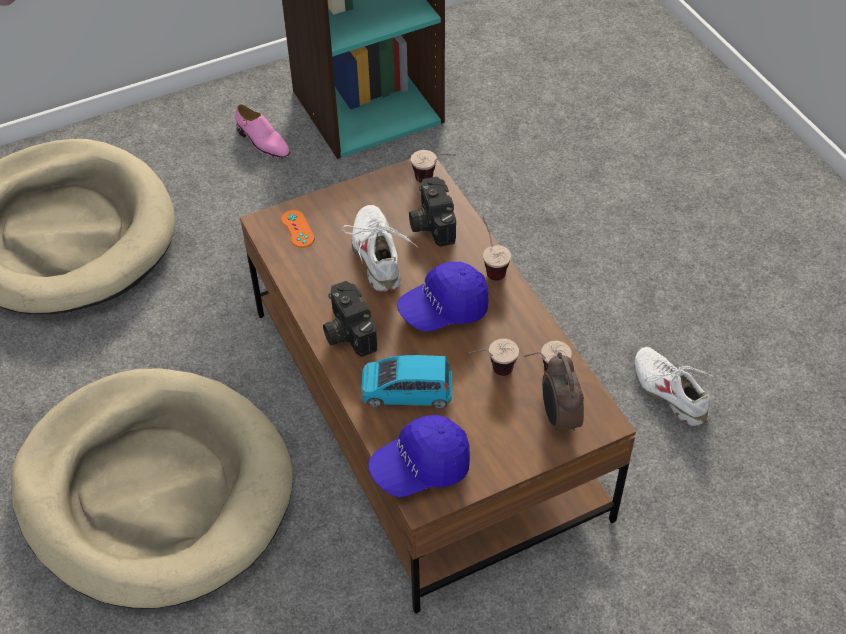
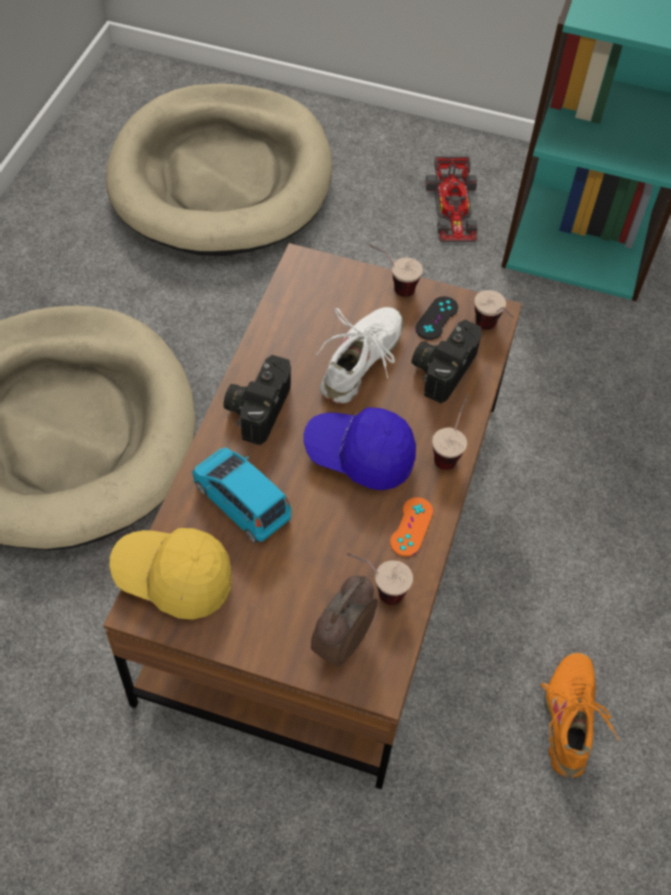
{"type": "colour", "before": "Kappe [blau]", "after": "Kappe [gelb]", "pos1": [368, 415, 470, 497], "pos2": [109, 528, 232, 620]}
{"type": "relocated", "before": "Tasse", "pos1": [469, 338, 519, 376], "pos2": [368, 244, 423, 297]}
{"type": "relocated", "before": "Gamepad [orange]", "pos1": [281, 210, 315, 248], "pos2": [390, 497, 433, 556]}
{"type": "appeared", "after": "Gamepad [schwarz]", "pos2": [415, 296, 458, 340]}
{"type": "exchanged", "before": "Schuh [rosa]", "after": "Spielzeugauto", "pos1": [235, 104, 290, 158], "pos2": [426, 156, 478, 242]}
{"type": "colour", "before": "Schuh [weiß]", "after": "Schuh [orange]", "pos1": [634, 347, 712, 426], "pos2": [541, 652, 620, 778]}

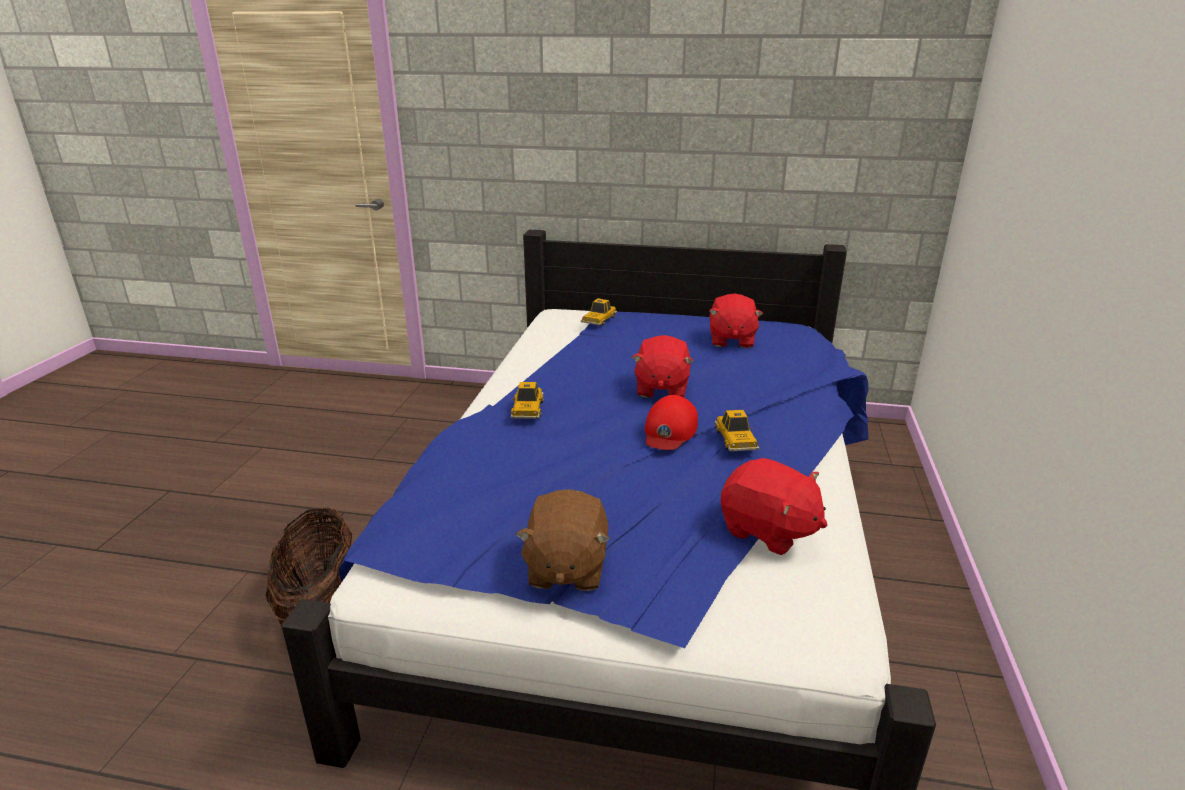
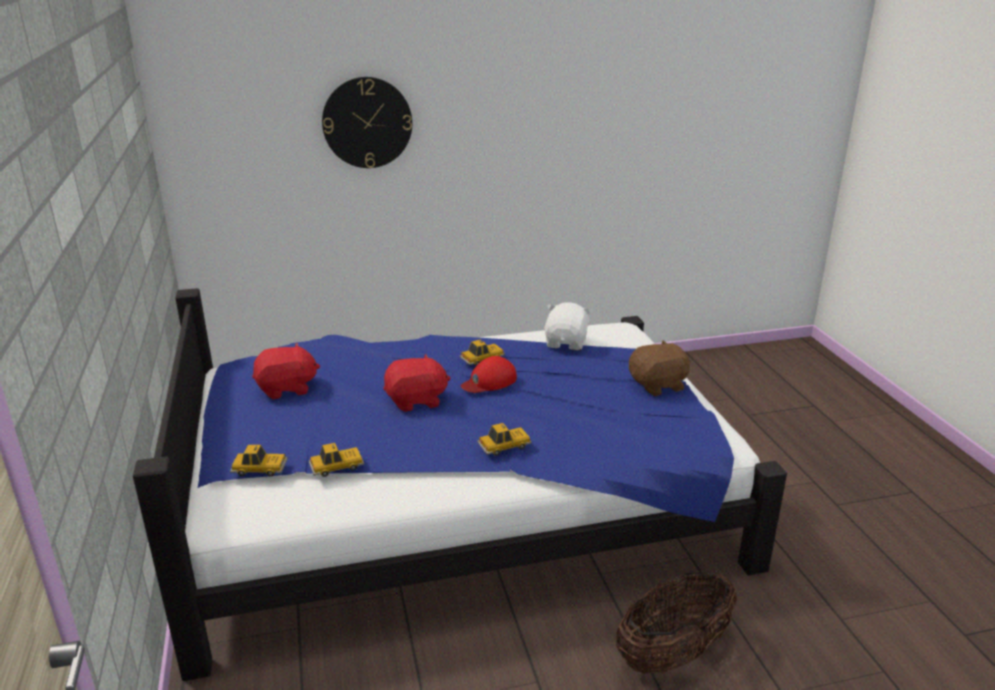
{"type": "appeared", "after": "Spielzeugauto", "pos2": [309, 443, 364, 477]}
{"type": "appeared", "after": "Wanduhr", "pos2": [322, 77, 412, 168]}
{"type": "spun", "before": "Kappe [rot]", "pos1": [645, 395, 698, 450], "pos2": [460, 356, 517, 393], "turn": 150}
{"type": "colour", "before": "Plüschtier [rot]", "after": "Plüschtier [weiß]", "pos1": [721, 458, 827, 555], "pos2": [544, 302, 592, 350]}

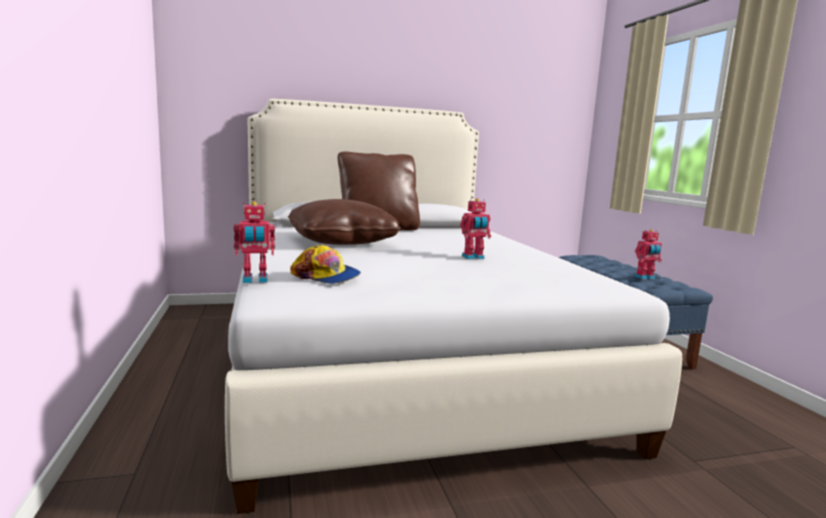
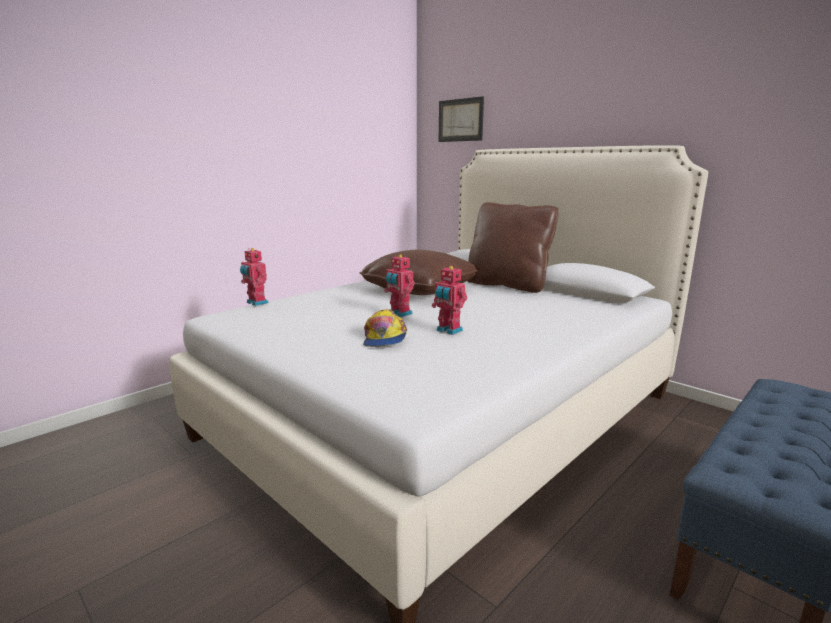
{"type": "relocated", "before": "Kappe", "pos1": [290, 245, 361, 284], "pos2": [363, 309, 407, 347]}
{"type": "relocated", "before": "Spielzeugroboter", "pos1": [634, 229, 662, 279], "pos2": [384, 254, 415, 317]}
{"type": "appeared", "after": "Bild", "pos2": [439, 96, 484, 142]}

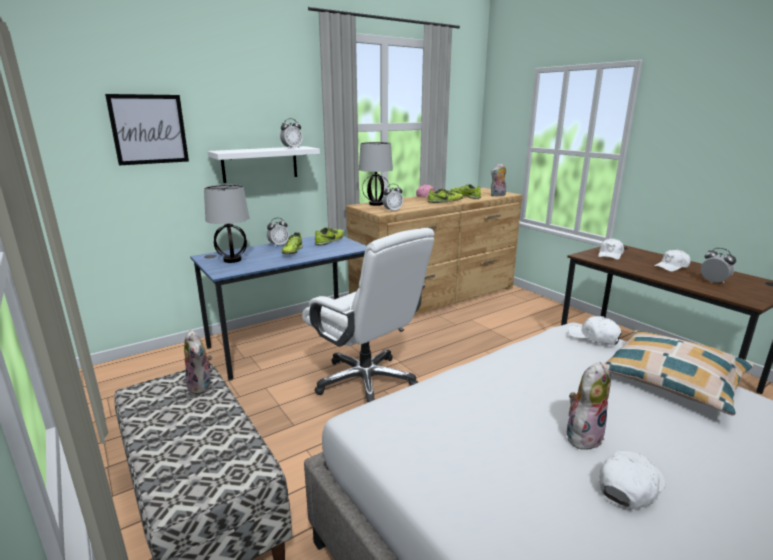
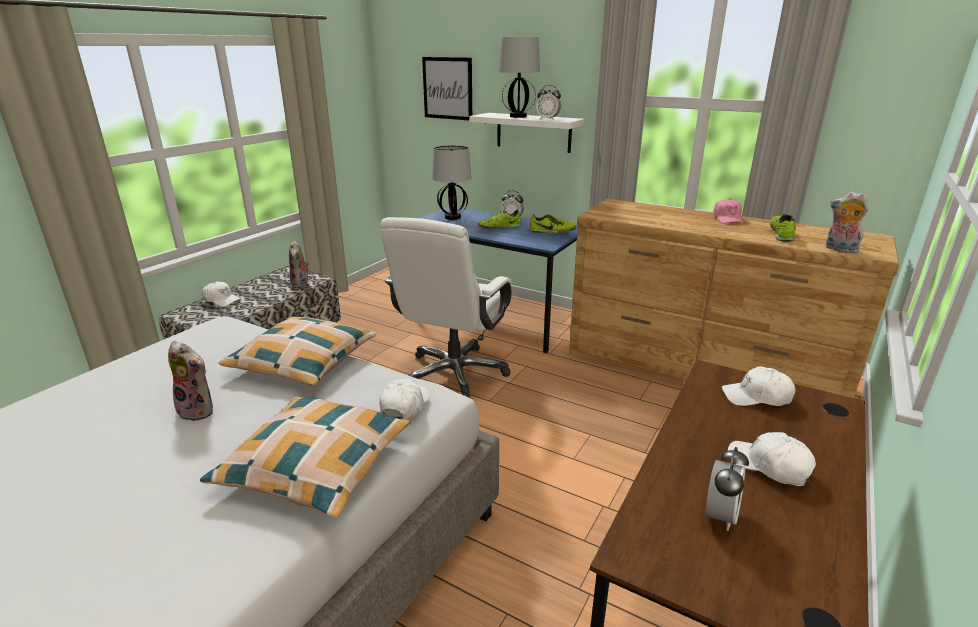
{"type": "relocated", "before": "Kappe [weiß]", "pos1": [599, 451, 666, 509], "pos2": [202, 282, 241, 307]}
{"type": "appeared", "after": "Kissen", "pos2": [219, 316, 377, 387]}
{"type": "spun", "before": "Plüschtier", "pos1": [184, 329, 212, 394], "pos2": [289, 240, 309, 288], "turn": -45}
{"type": "relocated", "before": "Tischlampe", "pos1": [359, 142, 393, 206], "pos2": [498, 37, 540, 118]}
{"type": "missing", "before": "Wecker", "pos1": [382, 184, 403, 212]}
{"type": "missing", "before": "Schuh", "pos1": [428, 188, 463, 203]}

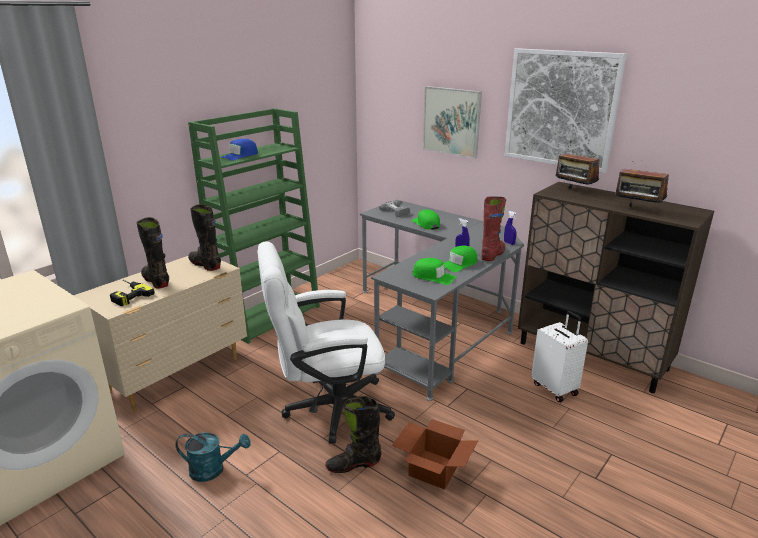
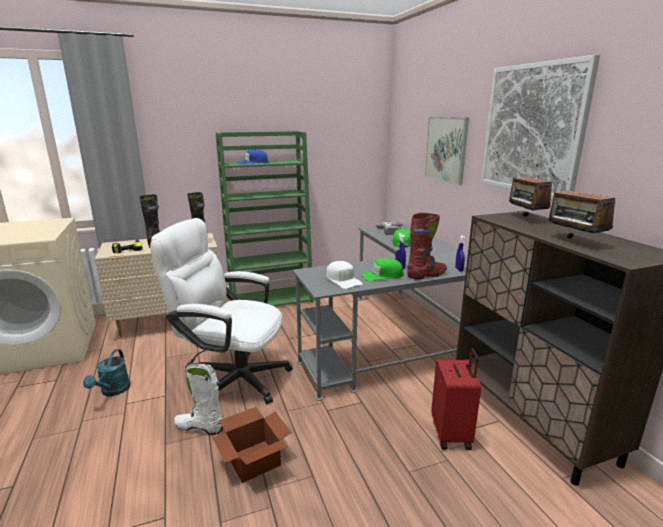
{"type": "spun", "before": "Gießkanne [türkis]", "pos1": [176, 432, 251, 482], "pos2": [83, 349, 130, 396], "turn": 60}
{"type": "colour", "before": "Stiefel [schwarz]", "after": "Stiefel [weiß]", "pos1": [325, 396, 382, 473], "pos2": [174, 363, 223, 435]}
{"type": "colour", "before": "Kappe [grün]", "after": "Kappe [weiß]", "pos1": [412, 258, 456, 285], "pos2": [326, 261, 363, 289]}
{"type": "colour", "before": "Koffer [weiß]", "after": "Koffer [rot]", "pos1": [531, 311, 588, 402], "pos2": [431, 348, 481, 450]}

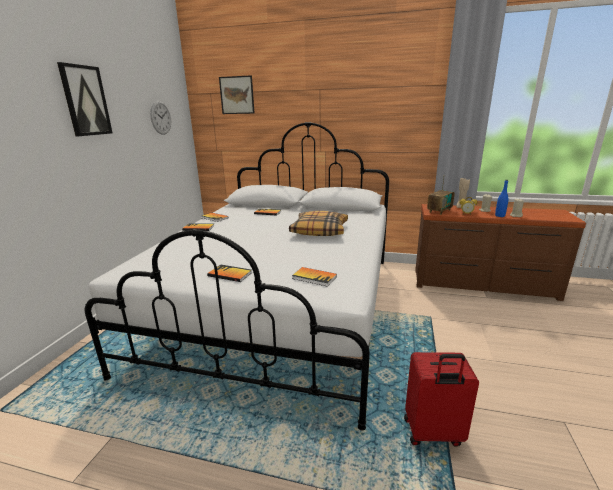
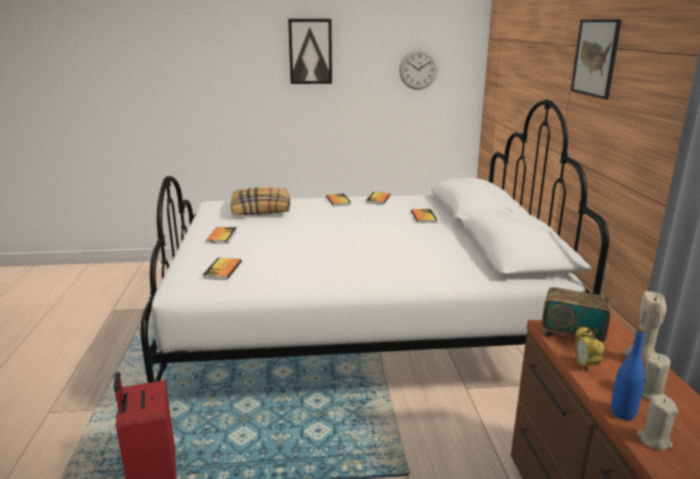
{"type": "relocated", "before": "Kissen", "pos1": [289, 211, 348, 236], "pos2": [231, 187, 290, 215]}
{"type": "relocated", "before": "Bild", "pos1": [219, 75, 255, 114], "pos2": [571, 19, 622, 99]}

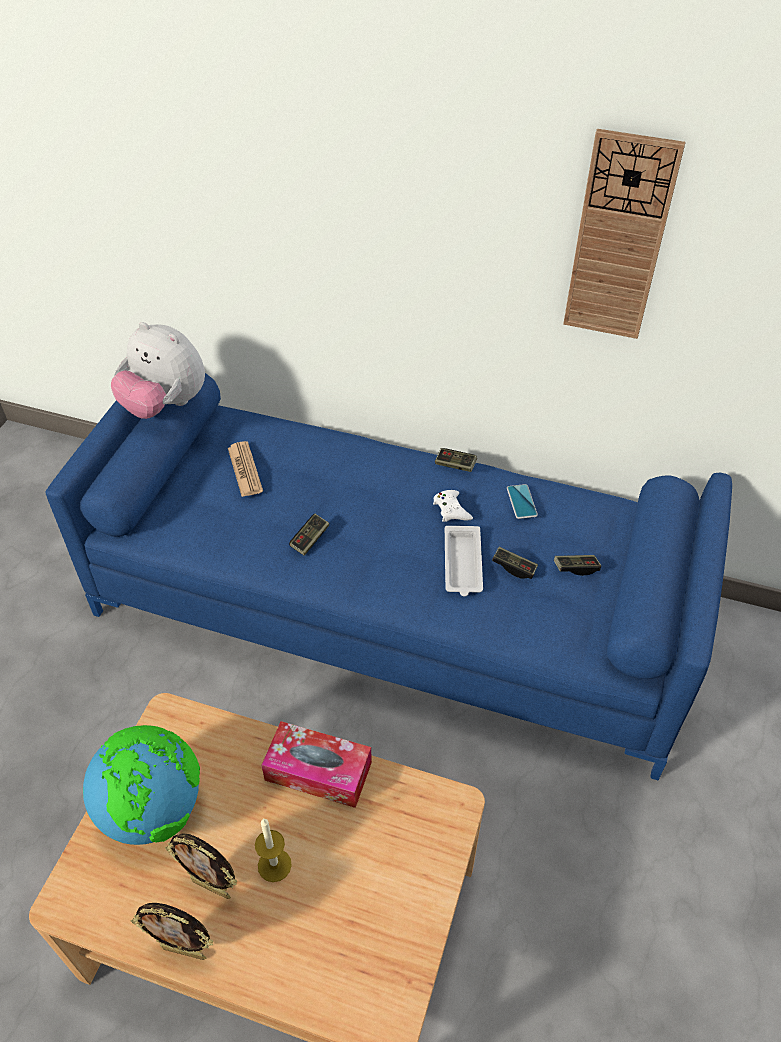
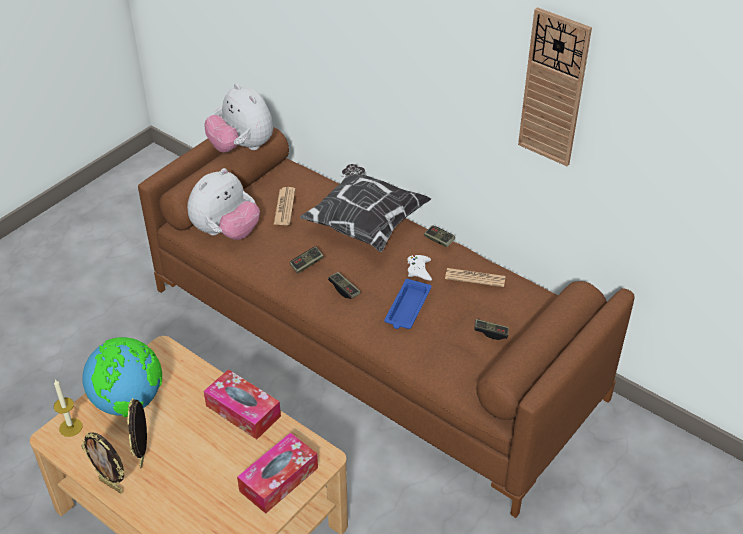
{"type": "relocated", "before": "Kerze", "pos1": [255, 818, 292, 882], "pos2": [54, 379, 82, 437]}
{"type": "spun", "before": "Bilderrahmen", "pos1": [165, 833, 237, 899], "pos2": [127, 398, 147, 469], "turn": 45}
{"type": "colour", "before": "Sofa [blau]", "after": "Sofa [braun]", "pos1": [46, 373, 732, 780], "pos2": [138, 127, 635, 518]}
{"type": "appeared", "after": "Plüschtier", "pos2": [187, 168, 260, 240]}
{"type": "appeared", "after": "Taschentuchbox", "pos2": [237, 432, 318, 514]}
{"type": "appeared", "after": "Kissen", "pos2": [300, 164, 431, 252]}
{"type": "relocated", "before": "Gamepad", "pos1": [492, 547, 538, 579], "pos2": [328, 272, 361, 299]}
{"type": "colour", "before": "Tablett [weiß]", "after": "Tablett [blau]", "pos1": [445, 526, 483, 597], "pos2": [384, 279, 431, 329]}
{"type": "exchanged", "before": "Handy", "after": "Zeitung", "pos1": [507, 484, 538, 519], "pos2": [445, 268, 506, 287]}

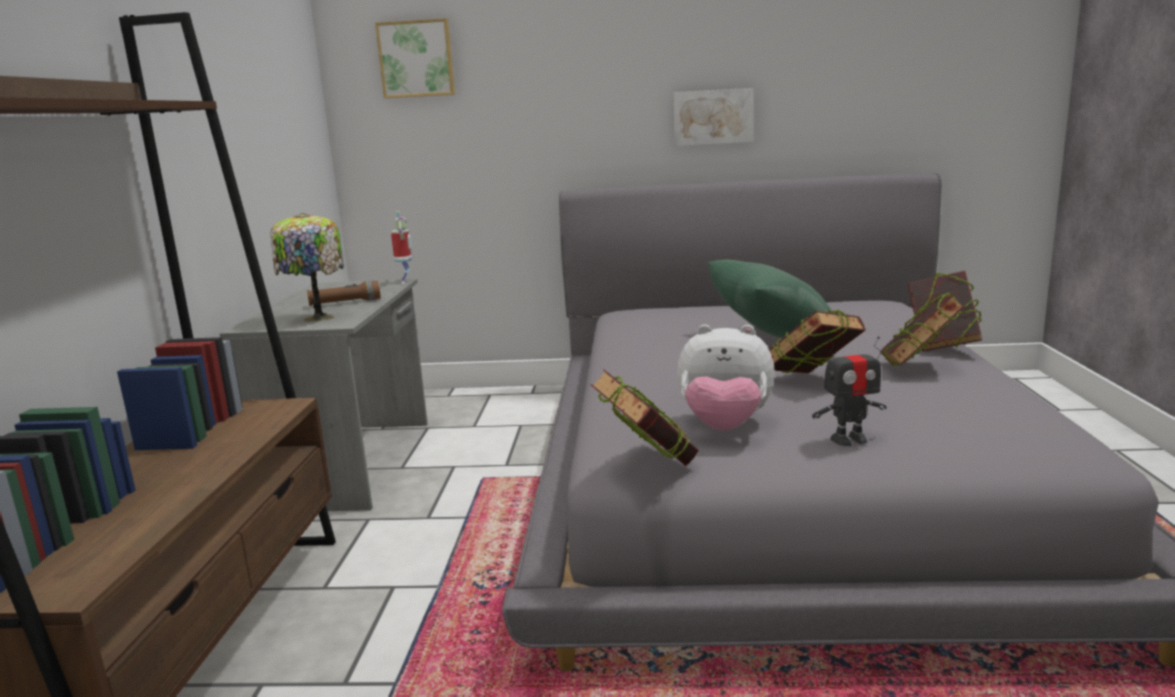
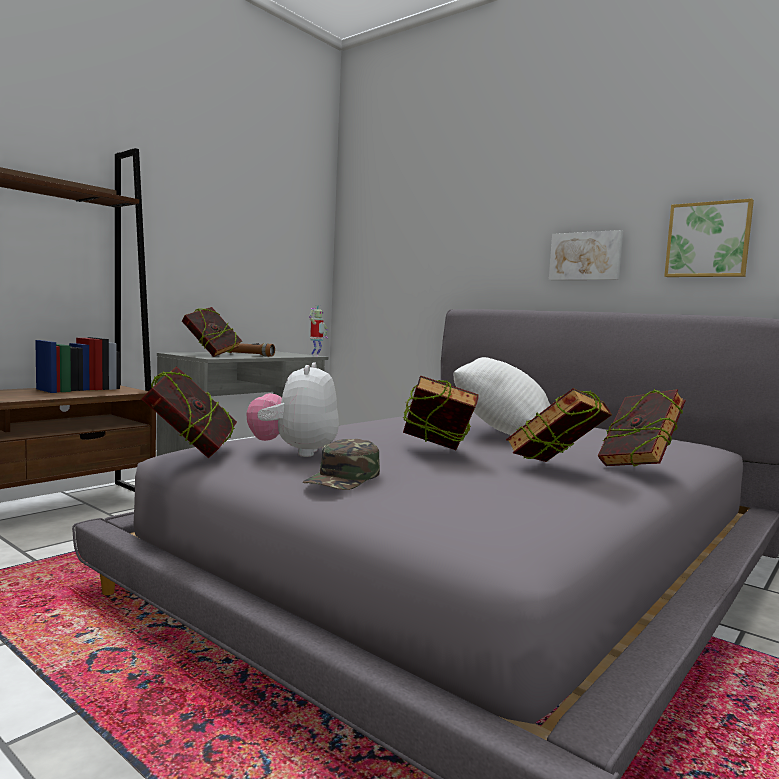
{"type": "exchanged", "before": "Tischlampe", "after": "Buch", "pos1": [270, 213, 344, 322], "pos2": [182, 307, 242, 357]}
{"type": "spun", "before": "Plüschtier", "pos1": [677, 325, 775, 431], "pos2": [247, 362, 339, 457], "turn": 45}
{"type": "exchanged", "before": "Spielzeugroboter", "after": "Kappe [grün]", "pos1": [812, 336, 887, 446], "pos2": [303, 439, 380, 490]}
{"type": "colour", "before": "Kissen [grün]", "after": "Kissen [weiß]", "pos1": [708, 260, 833, 338], "pos2": [454, 357, 550, 435]}
{"type": "relocated", "before": "Bild", "pos1": [375, 18, 455, 98], "pos2": [664, 199, 754, 277]}

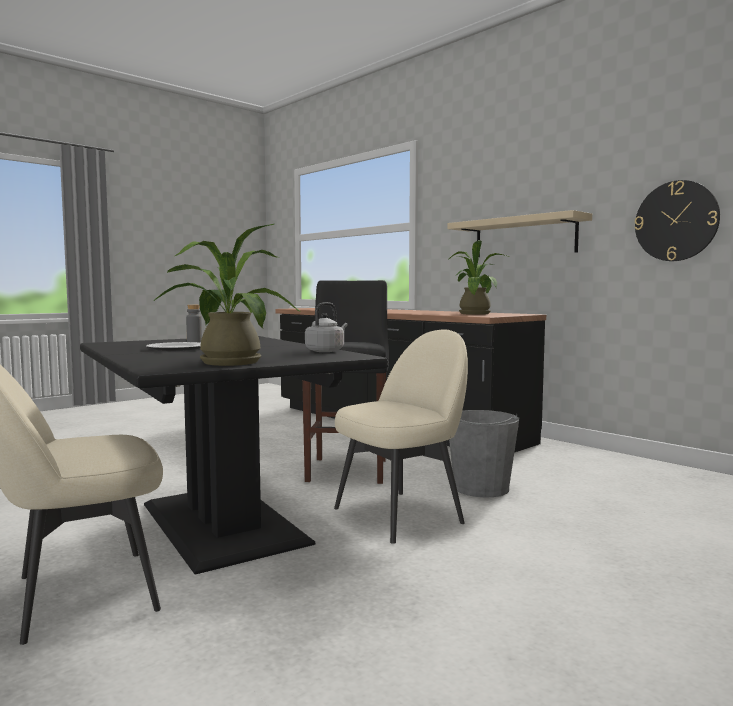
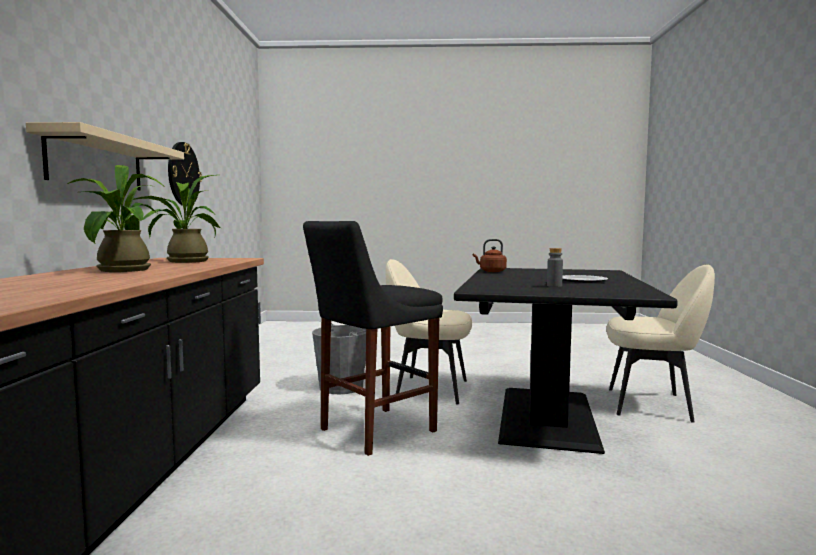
{"type": "relocated", "before": "Topfpflanze", "pos1": [154, 224, 301, 366], "pos2": [67, 165, 165, 272]}
{"type": "colour", "before": "Wasserkessel [grau]", "after": "Wasserkessel [braun]", "pos1": [305, 302, 348, 352], "pos2": [473, 239, 507, 272]}

